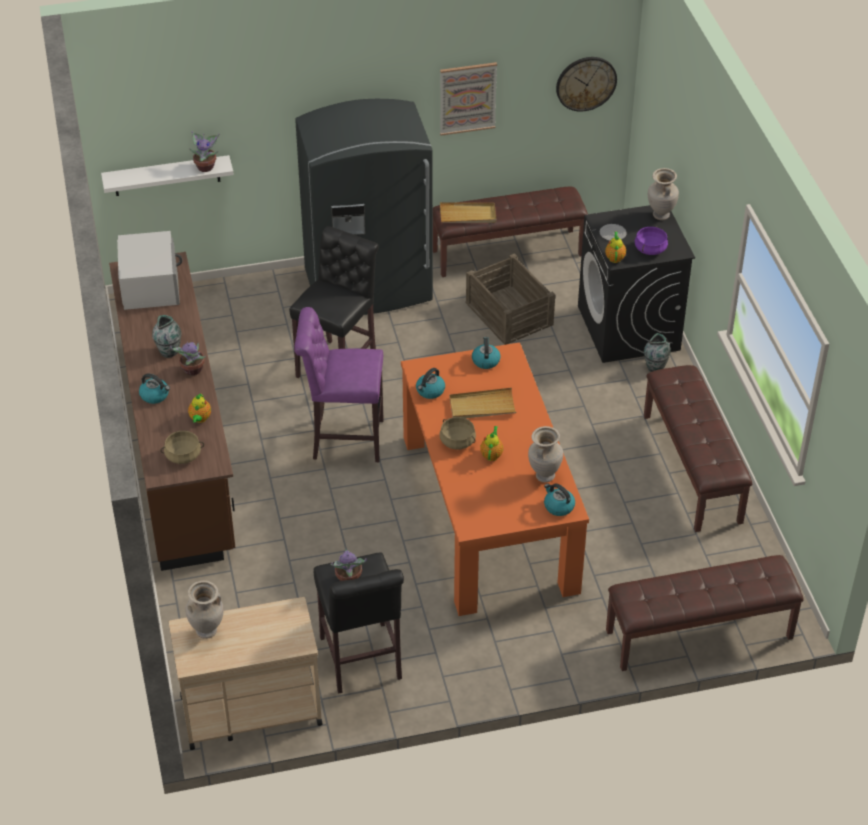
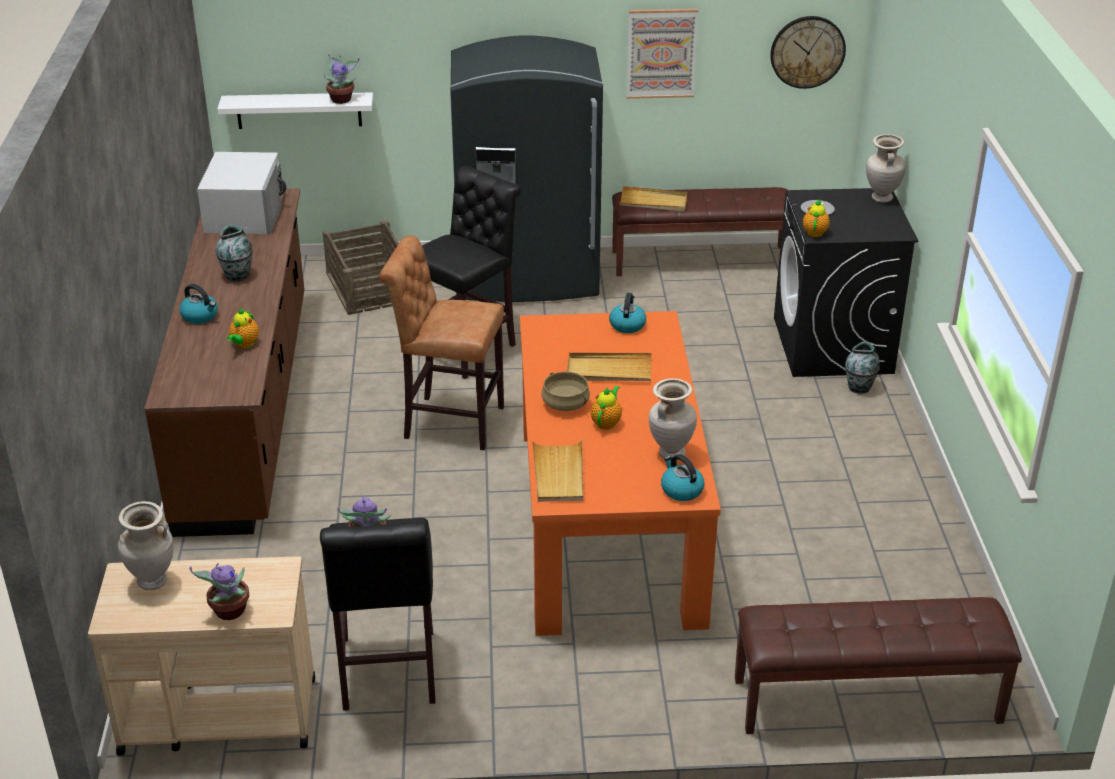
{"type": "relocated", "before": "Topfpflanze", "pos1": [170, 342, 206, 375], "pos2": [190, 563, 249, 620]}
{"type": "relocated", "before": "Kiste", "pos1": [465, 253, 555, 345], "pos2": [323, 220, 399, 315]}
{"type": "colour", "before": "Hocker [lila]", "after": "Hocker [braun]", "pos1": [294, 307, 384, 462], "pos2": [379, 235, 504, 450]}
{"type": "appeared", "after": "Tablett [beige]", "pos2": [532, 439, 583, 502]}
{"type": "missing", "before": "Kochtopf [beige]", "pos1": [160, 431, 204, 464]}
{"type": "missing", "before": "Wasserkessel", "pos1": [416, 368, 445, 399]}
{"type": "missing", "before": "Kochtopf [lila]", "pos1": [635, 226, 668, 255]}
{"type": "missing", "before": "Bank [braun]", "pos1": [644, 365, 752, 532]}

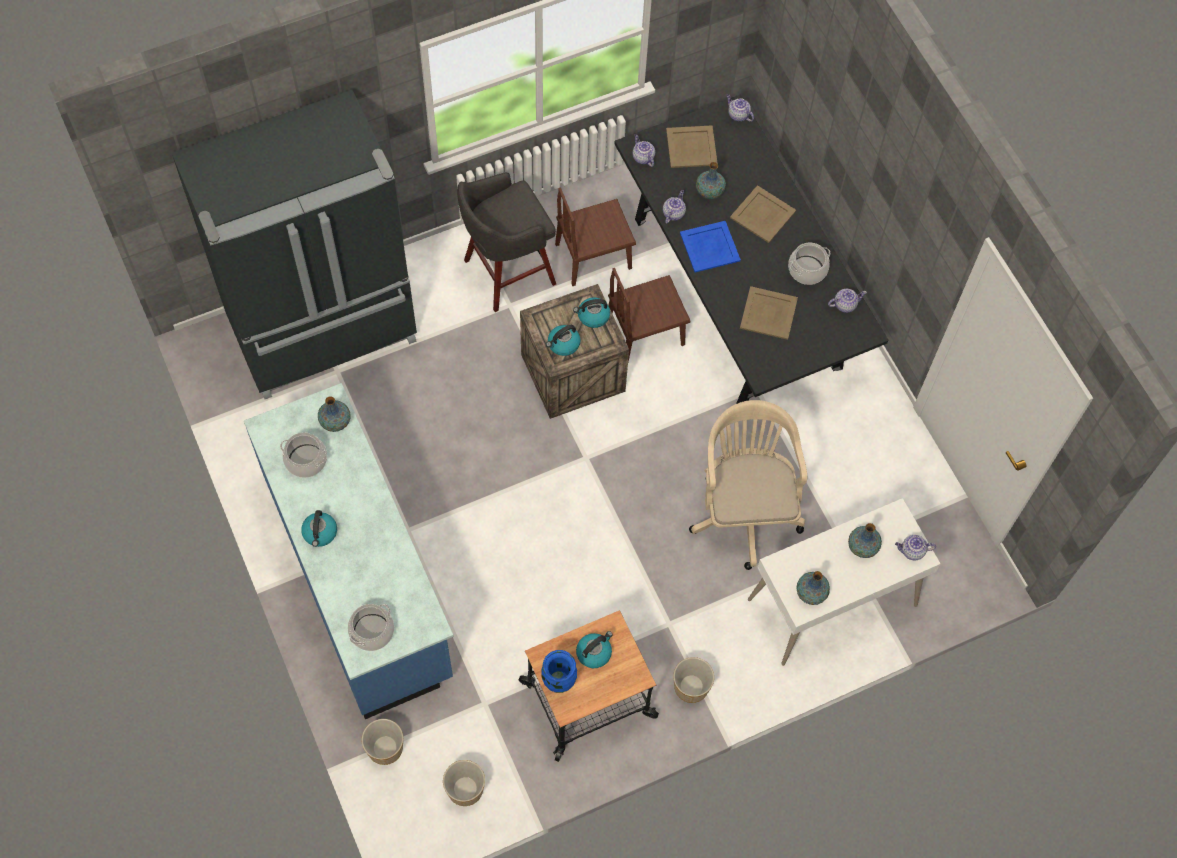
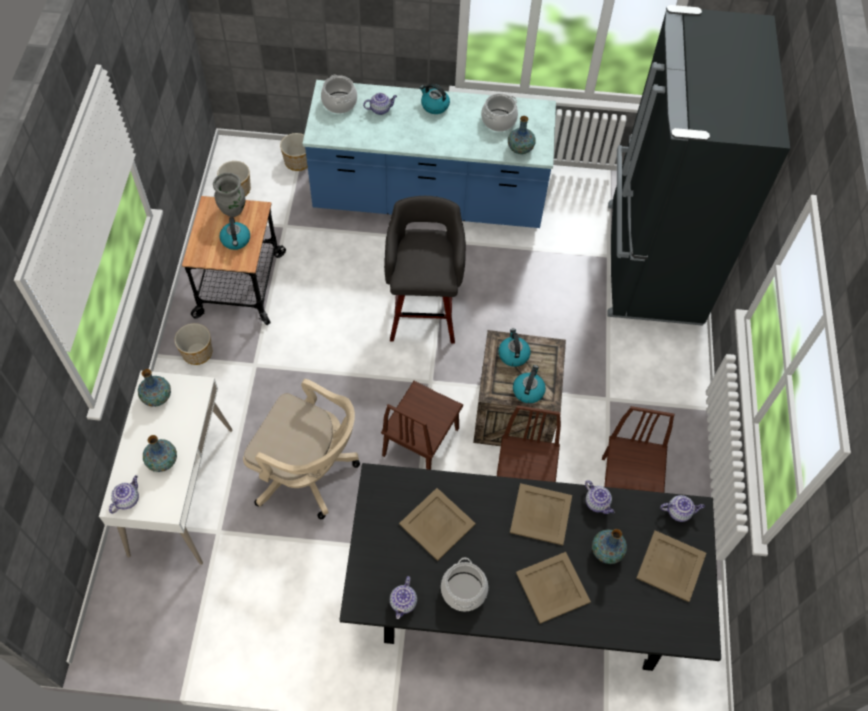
{"type": "colour", "before": "Vase [blau]", "after": "Vase [grau]", "pos1": [541, 650, 577, 693], "pos2": [213, 172, 245, 217]}
{"type": "relocated", "before": "Teekanne", "pos1": [726, 94, 754, 122], "pos2": [363, 93, 397, 115]}
{"type": "appeared", "after": "Stuhl [braun]", "pos2": [381, 381, 463, 470]}
{"type": "relocated", "before": "Hocker [grau]", "pos1": [457, 172, 556, 312], "pos2": [384, 196, 466, 344]}
{"type": "colour", "before": "Tablett [blau]", "after": "Tablett [beige]", "pos1": [680, 221, 741, 272], "pos2": [510, 483, 572, 545]}

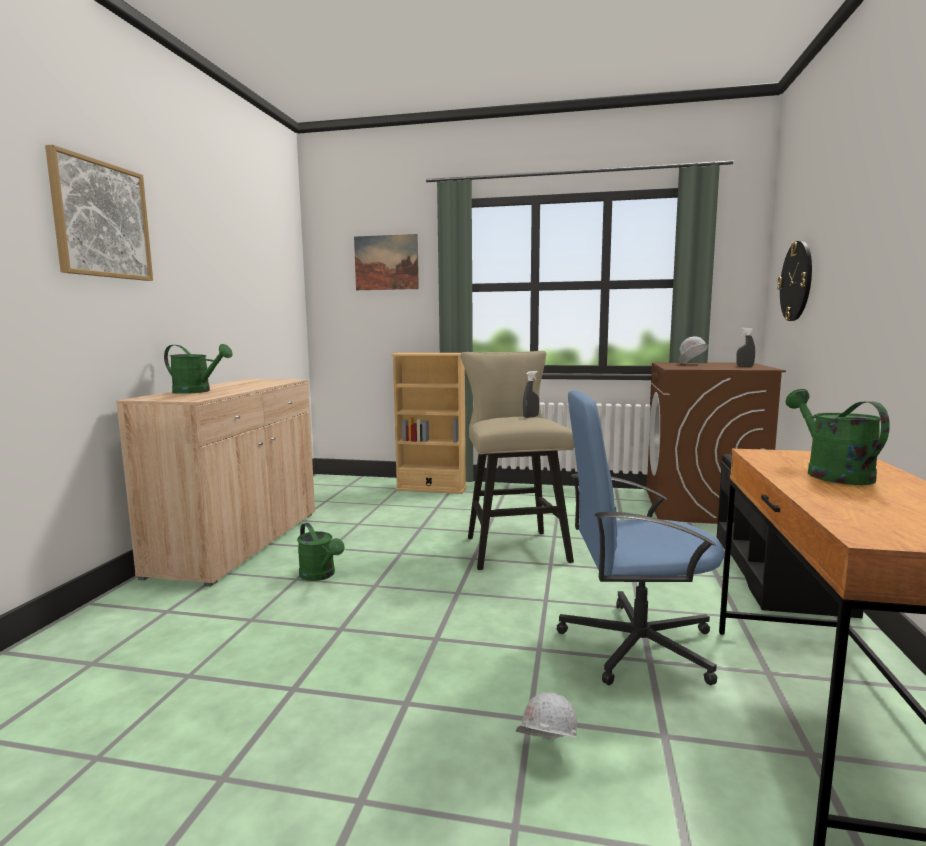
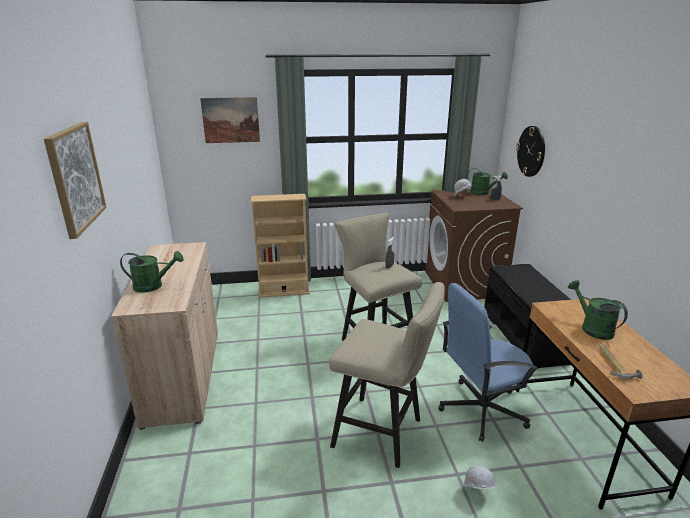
{"type": "appeared", "after": "Hocker [beige]", "pos2": [329, 282, 445, 468]}
{"type": "relocated", "before": "Gießkanne [grün]", "pos1": [297, 523, 344, 581], "pos2": [468, 168, 508, 195]}
{"type": "appeared", "after": "Hammer", "pos2": [599, 344, 643, 380]}

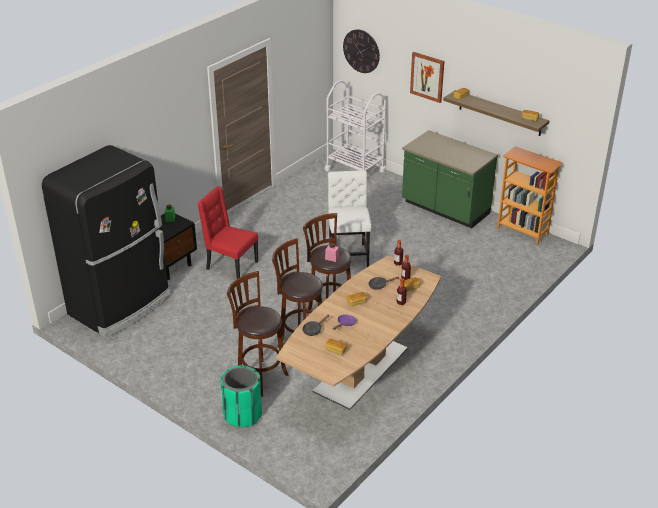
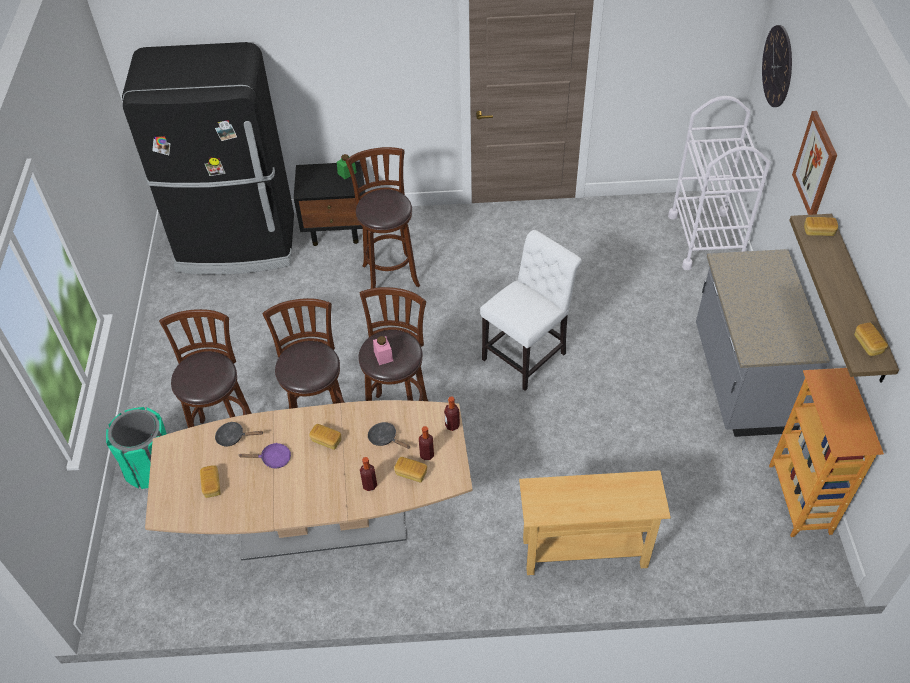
{"type": "exchanged", "before": "Stuhl [rot]", "after": "Hocker [braun]", "pos1": [198, 186, 258, 279], "pos2": [346, 147, 420, 289]}
{"type": "appeared", "after": "Konsolentisch [beige]", "pos2": [519, 470, 671, 575]}
{"type": "colour", "before": "Küchenzeile [grün]", "after": "Küchenzeile [grau]", "pos1": [402, 130, 498, 228], "pos2": [696, 249, 830, 437]}

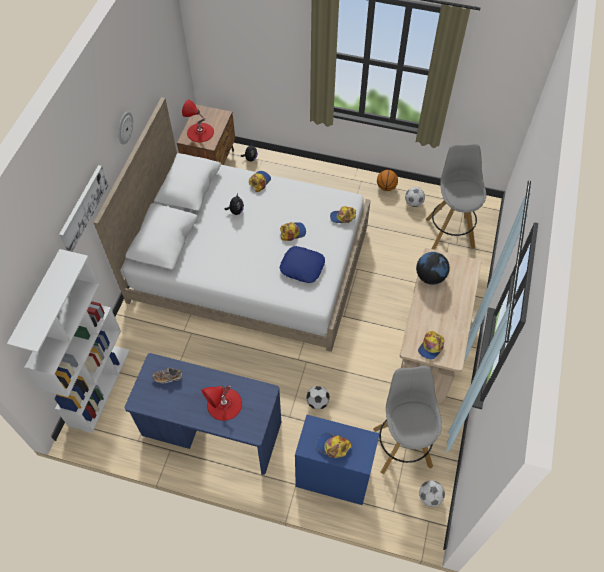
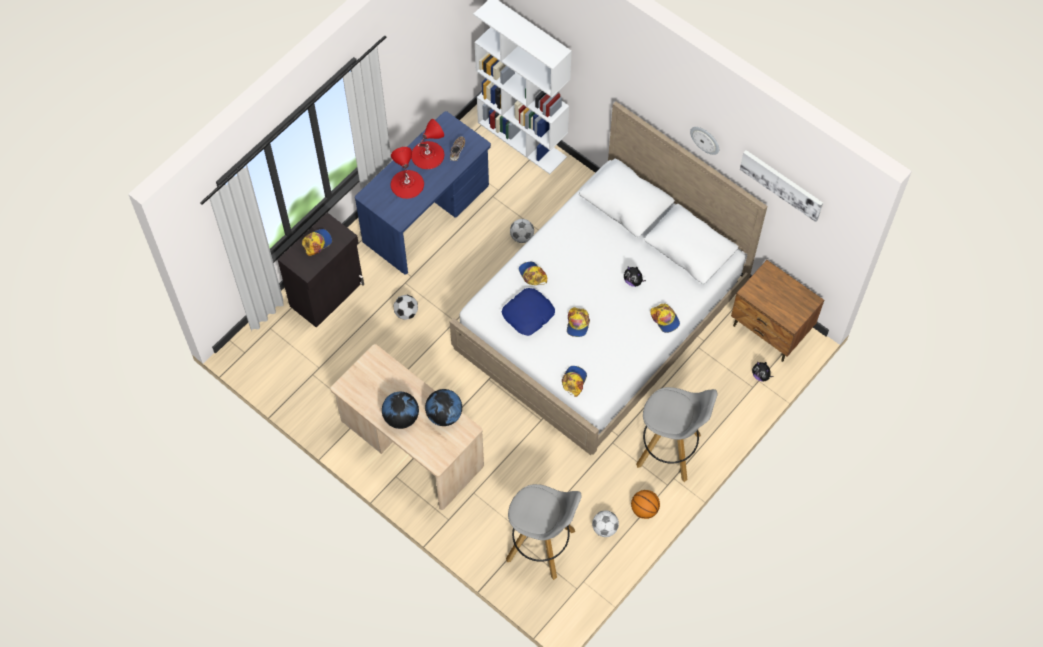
{"type": "colour", "before": "Schrank [blau]", "after": "Schrank [schwarz]", "pos1": [295, 415, 380, 505], "pos2": [277, 213, 364, 328]}
{"type": "appeared", "after": "Globus", "pos2": [382, 392, 419, 429]}
{"type": "relocated", "before": "Tischlampe [rot]", "pos1": [182, 100, 214, 142], "pos2": [411, 119, 444, 169]}
{"type": "relocated", "before": "Fußball", "pos1": [419, 480, 445, 507], "pos2": [510, 219, 534, 243]}
{"type": "relocated", "before": "Kappe", "pos1": [418, 331, 444, 360], "pos2": [519, 262, 547, 285]}
{"type": "relocated", "before": "Hocker [grau]", "pos1": [373, 366, 442, 474], "pos2": [636, 387, 717, 482]}
{"type": "relocated", "before": "Bild", "pos1": [59, 165, 109, 252], "pos2": [740, 150, 823, 222]}

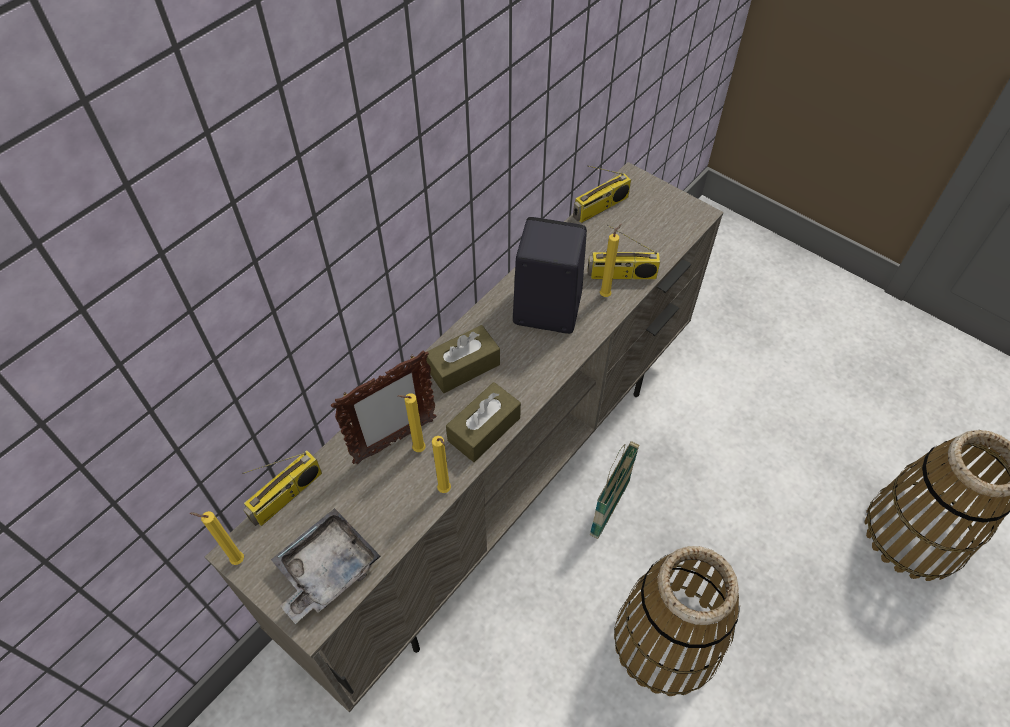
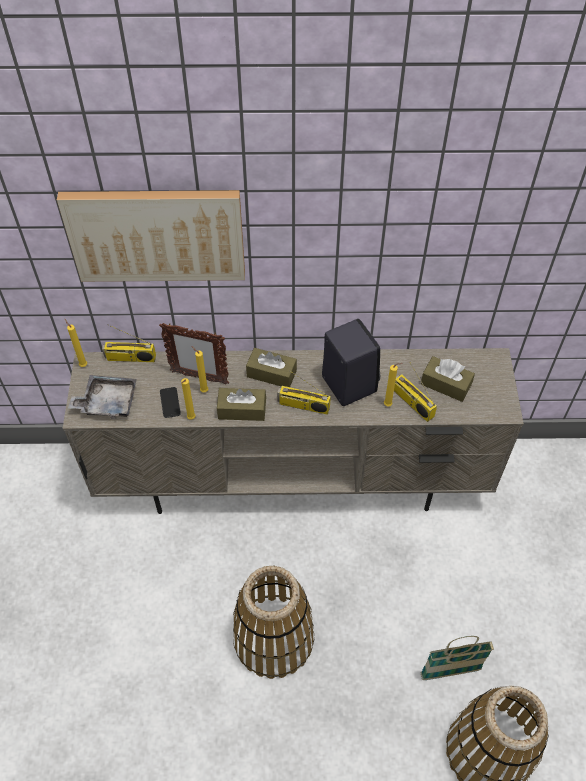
{"type": "appeared", "after": "Bild", "pos2": [57, 190, 245, 282]}
{"type": "appeared", "after": "Handy", "pos2": [160, 387, 181, 418]}
{"type": "relocated", "before": "Radio", "pos1": [573, 165, 631, 223], "pos2": [277, 370, 331, 415]}
{"type": "relocated", "before": "Korb", "pos1": [590, 441, 640, 539], "pos2": [420, 636, 494, 680]}
{"type": "appeared", "after": "Taschentuchbox [braun]", "pos2": [421, 356, 475, 402]}

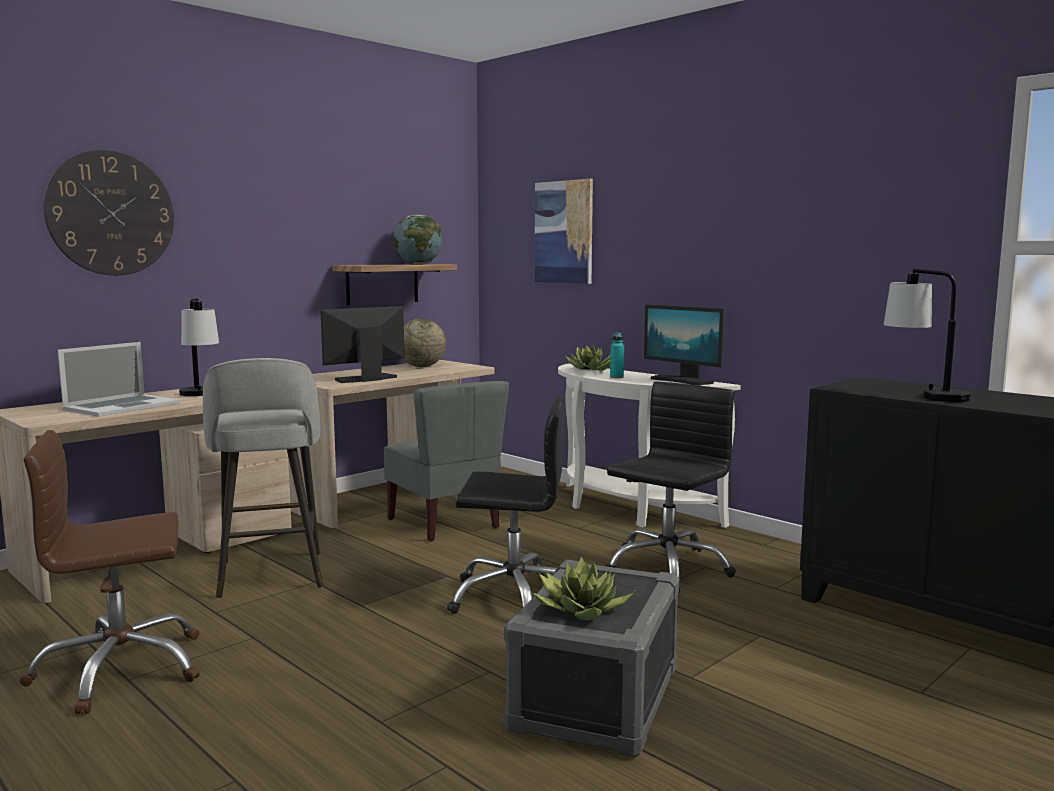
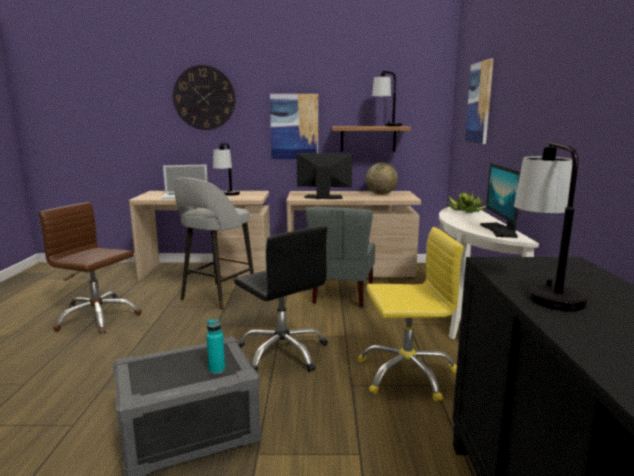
{"type": "relocated", "before": "Flasche [türkis]", "pos1": [610, 332, 624, 378], "pos2": [207, 319, 225, 374]}
{"type": "appeared", "after": "Bild", "pos2": [270, 94, 318, 159]}
{"type": "colour", "before": "Bürostuhl [schwarz]", "after": "Bürostuhl [gelb]", "pos1": [605, 382, 736, 592], "pos2": [357, 227, 464, 402]}
{"type": "exchanged", "before": "Globus", "after": "Tischlampe", "pos1": [393, 215, 443, 264], "pos2": [372, 71, 403, 126]}
{"type": "missing", "before": "Topfpflanze", "pos1": [533, 557, 633, 620]}

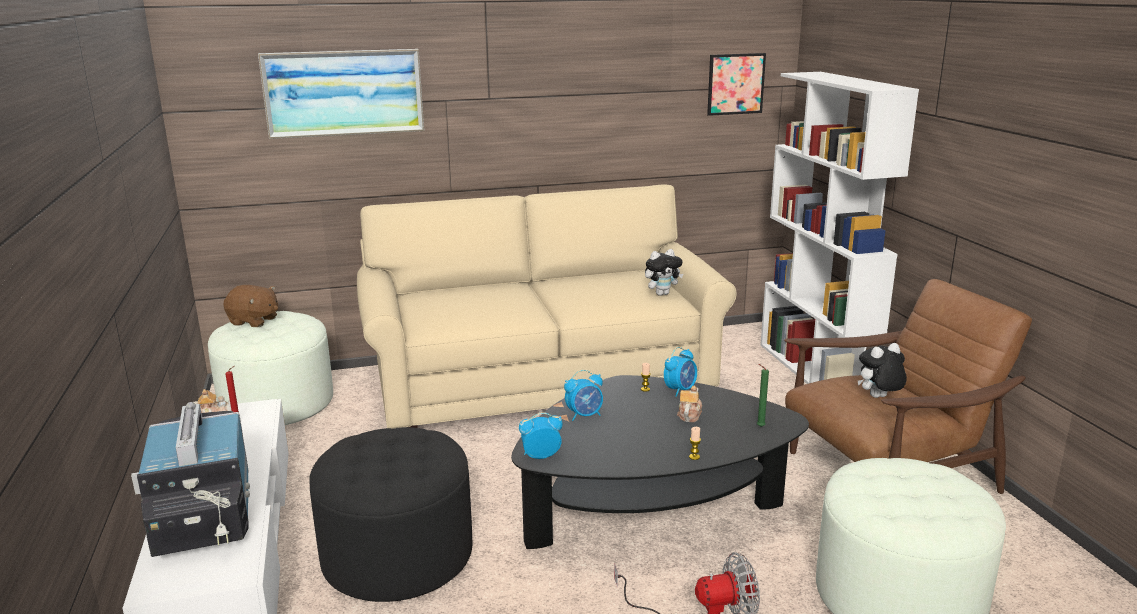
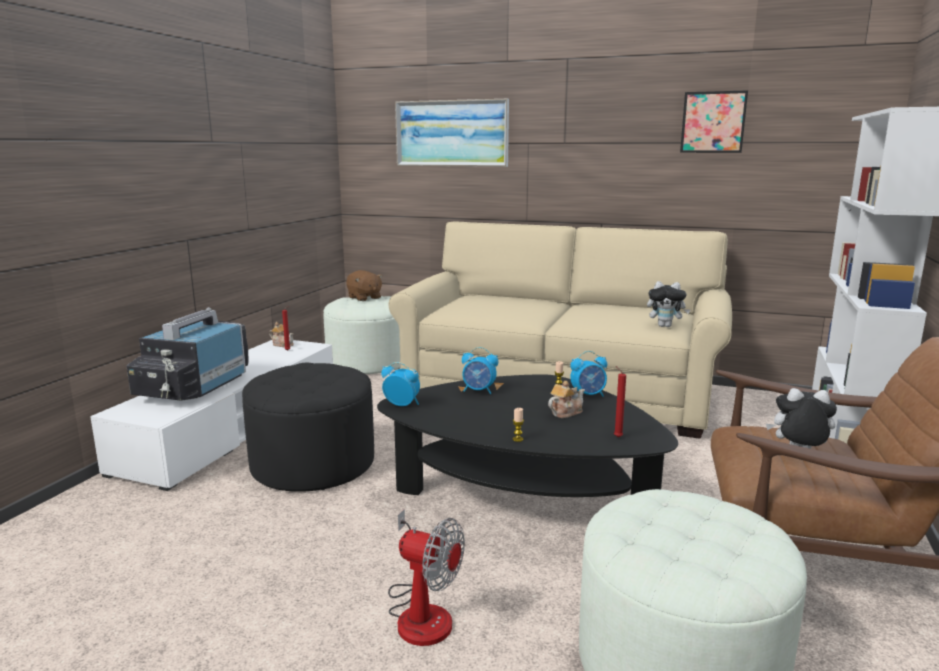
{"type": "colour", "before": "Kerze [grün]", "after": "Kerze [rot]", "pos1": [757, 364, 769, 427], "pos2": [614, 366, 626, 438]}
{"type": "relocated", "before": "Bild", "pos1": [707, 53, 766, 116], "pos2": [680, 90, 748, 153]}

